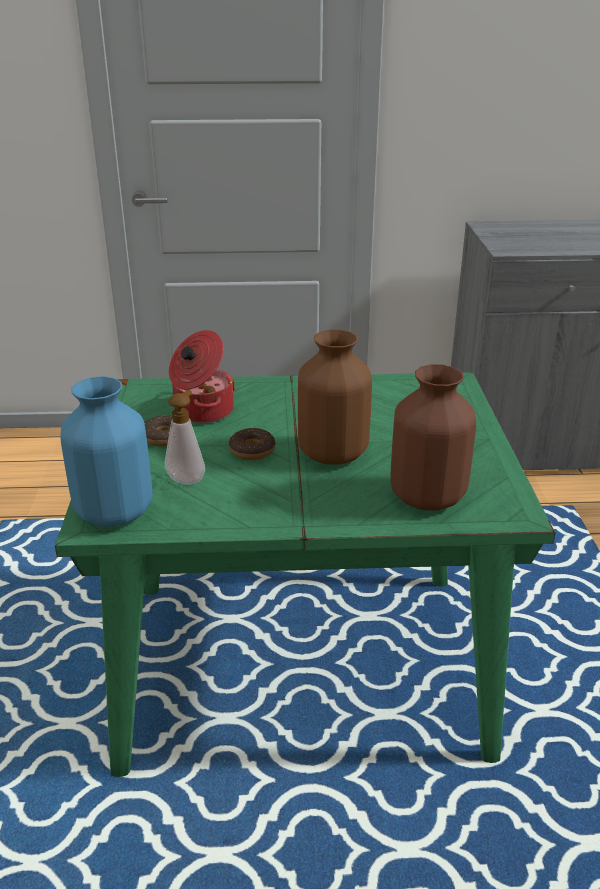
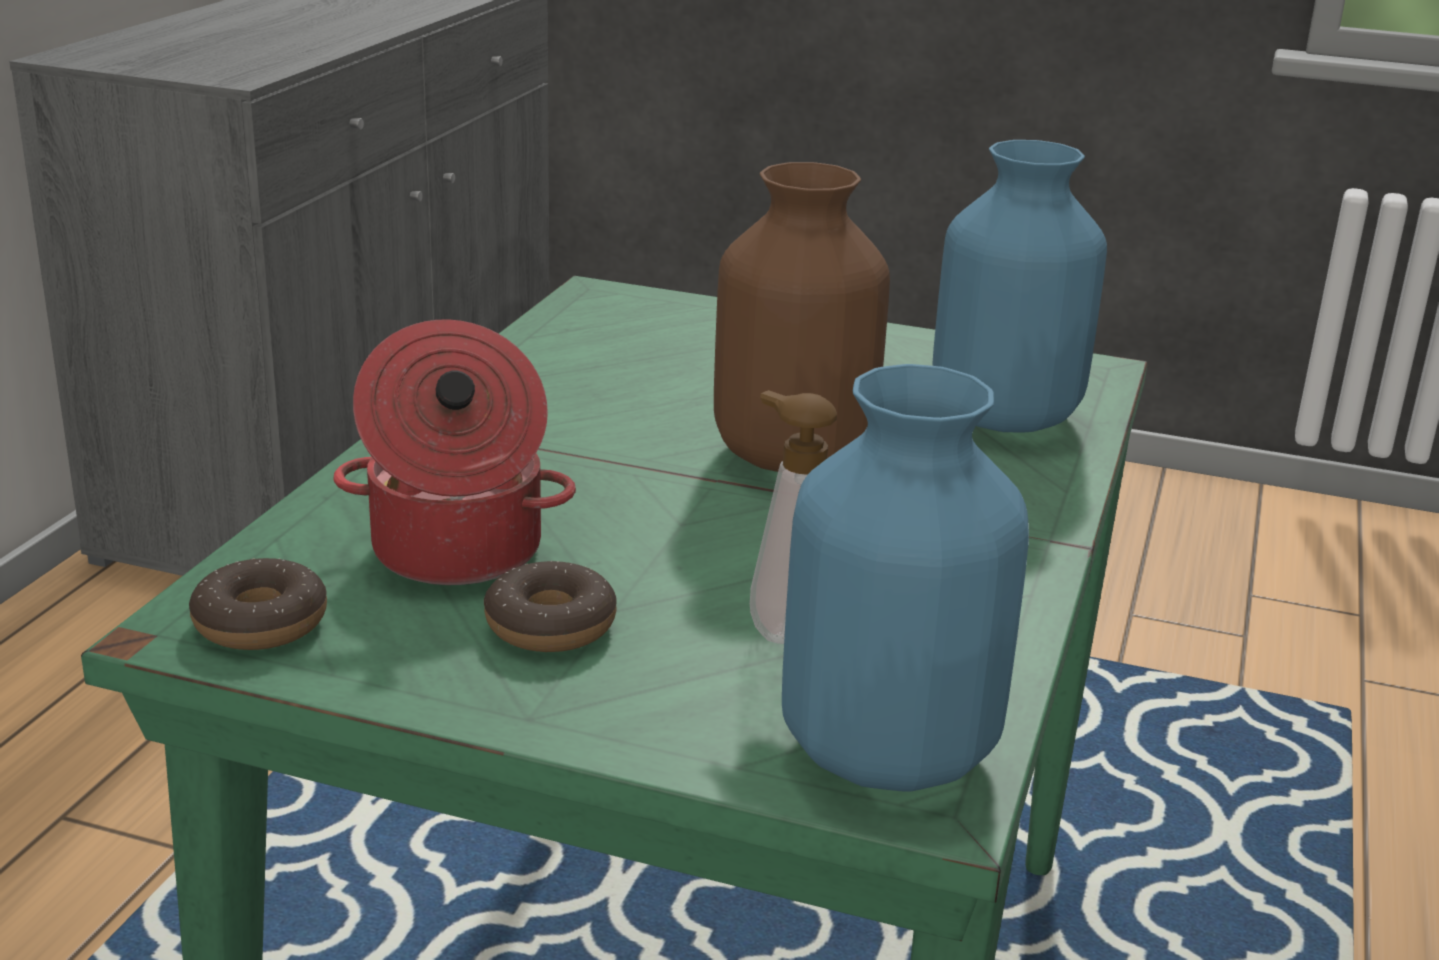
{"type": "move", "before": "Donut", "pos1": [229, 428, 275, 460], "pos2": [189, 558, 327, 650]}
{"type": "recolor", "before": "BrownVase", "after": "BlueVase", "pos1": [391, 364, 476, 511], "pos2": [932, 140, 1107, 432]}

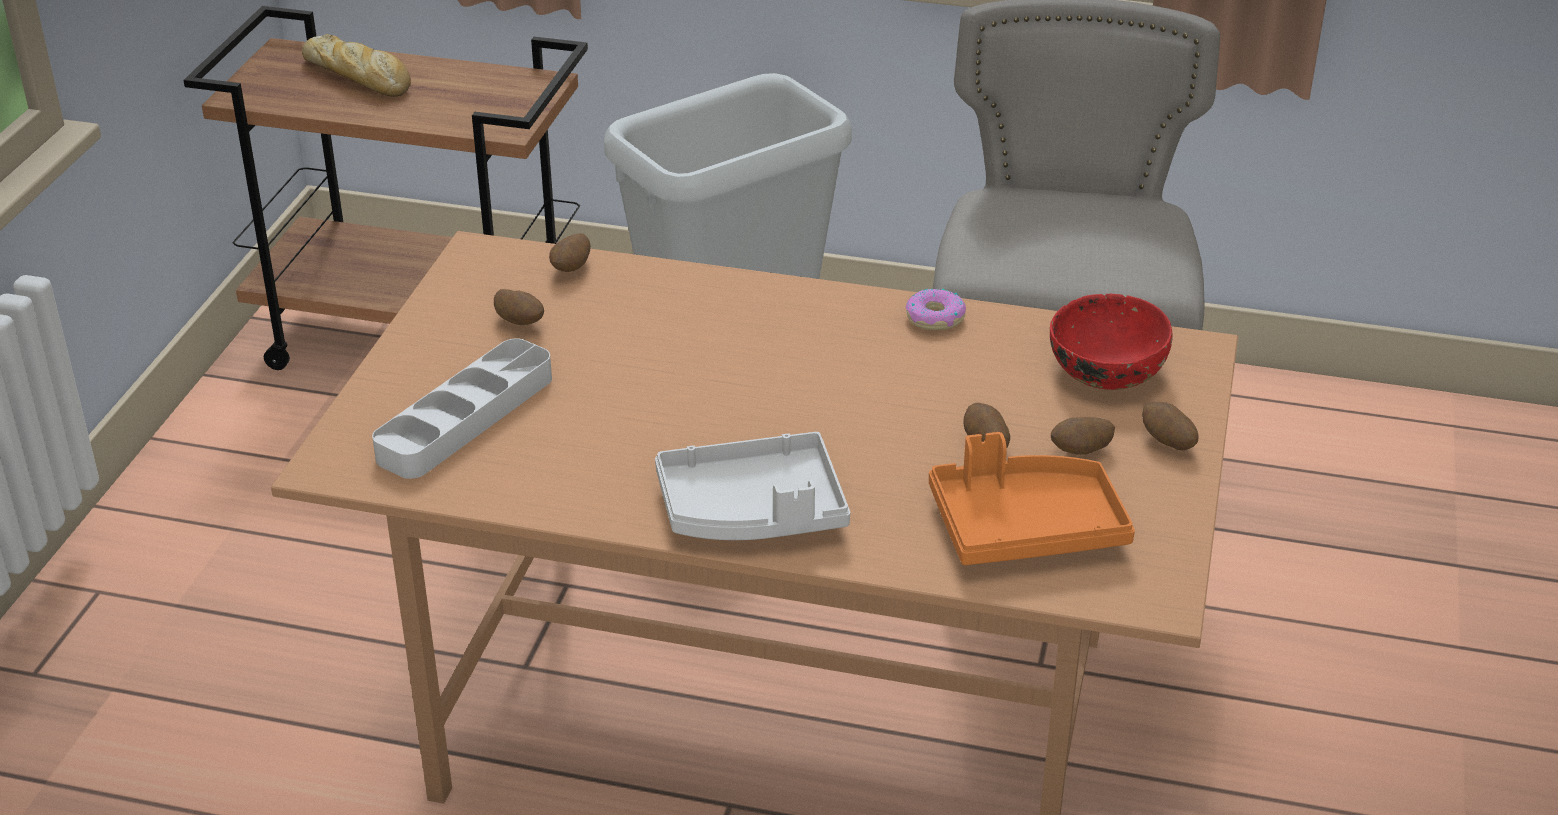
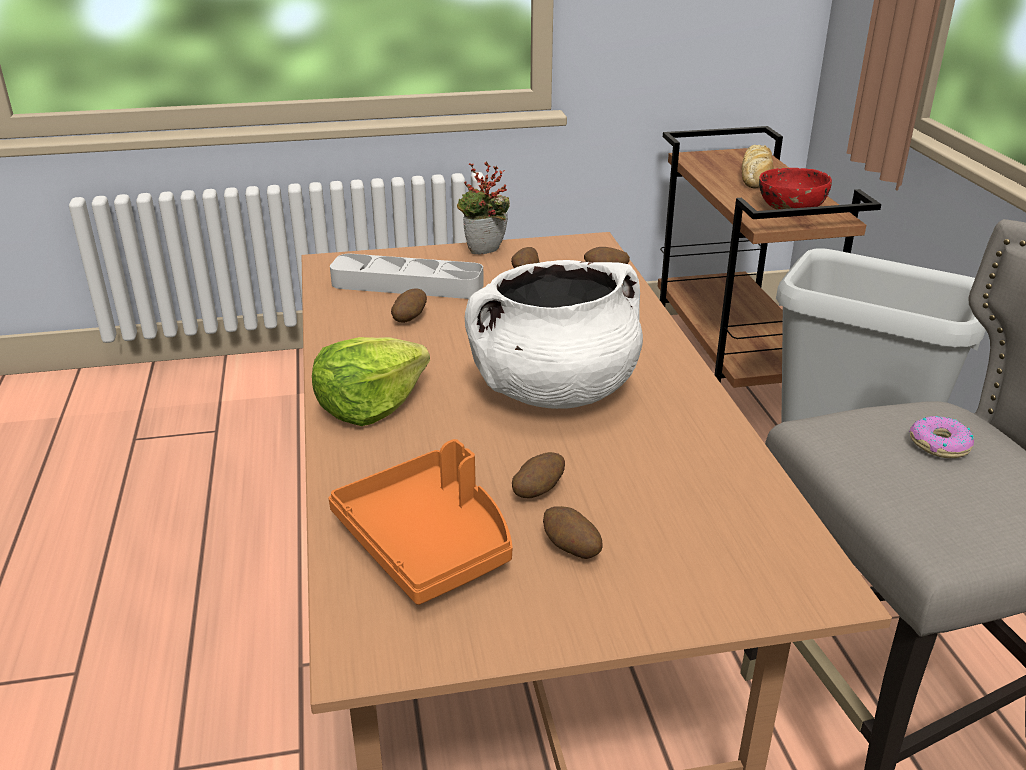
{"type": "replace", "before": "GreyTray", "after": "Lettuce", "pos1": [655, 432, 850, 540], "pos2": [312, 337, 430, 426]}
{"type": "move", "before": "Potato", "pos1": [1142, 402, 1199, 451], "pos2": [391, 288, 427, 323]}
{"type": "insert", "after": "PottedPlant", "pos2": [457, 161, 510, 254]}
{"type": "insert", "after": "WhiteCookingPot", "pos2": [465, 260, 643, 409]}
{"type": "move", "before": "RedBowl", "pos1": [1050, 294, 1173, 390], "pos2": [759, 168, 832, 210]}
{"type": "move", "before": "Donut", "pos1": [906, 289, 966, 330], "pos2": [909, 416, 974, 458]}

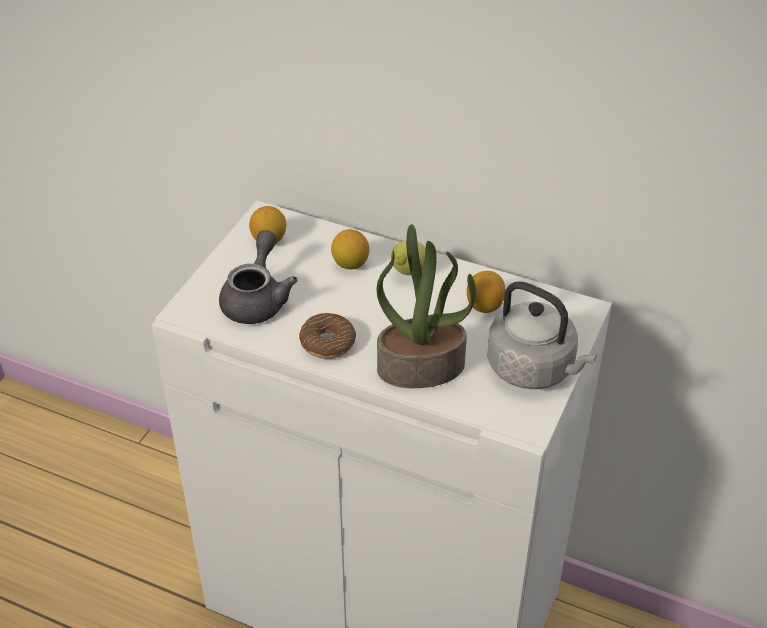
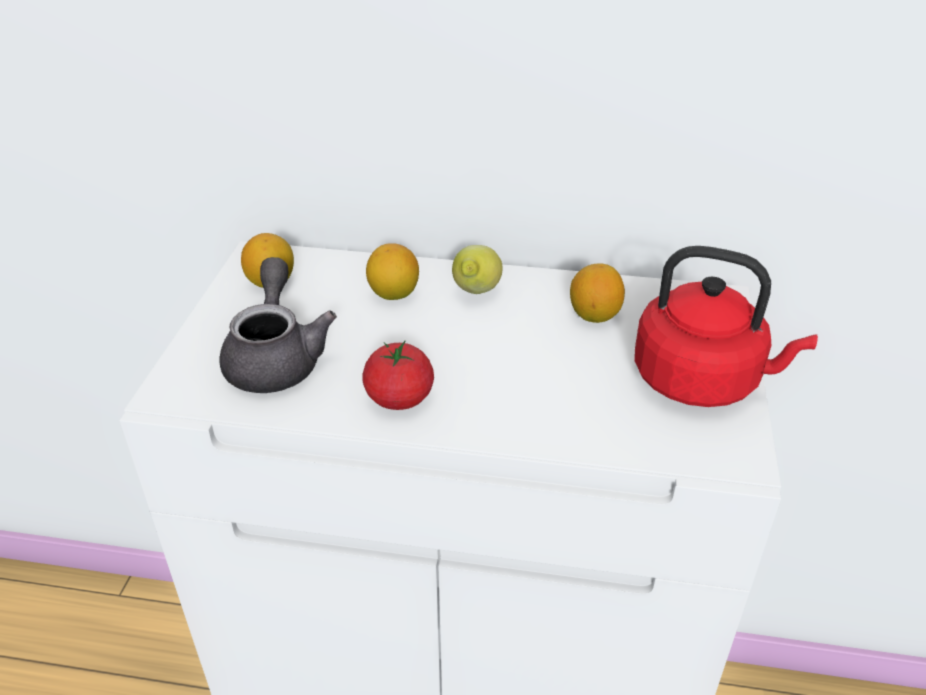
{"type": "replace", "before": "Donut", "after": "Tomato", "pos1": [299, 313, 356, 359], "pos2": [363, 340, 434, 410]}
{"type": "recolor", "before": "GreyKettle", "after": "RedKettle", "pos1": [487, 281, 597, 389], "pos2": [634, 246, 818, 407]}
{"type": "delete", "before": "PottedPlant", "pos1": [377, 224, 476, 388]}

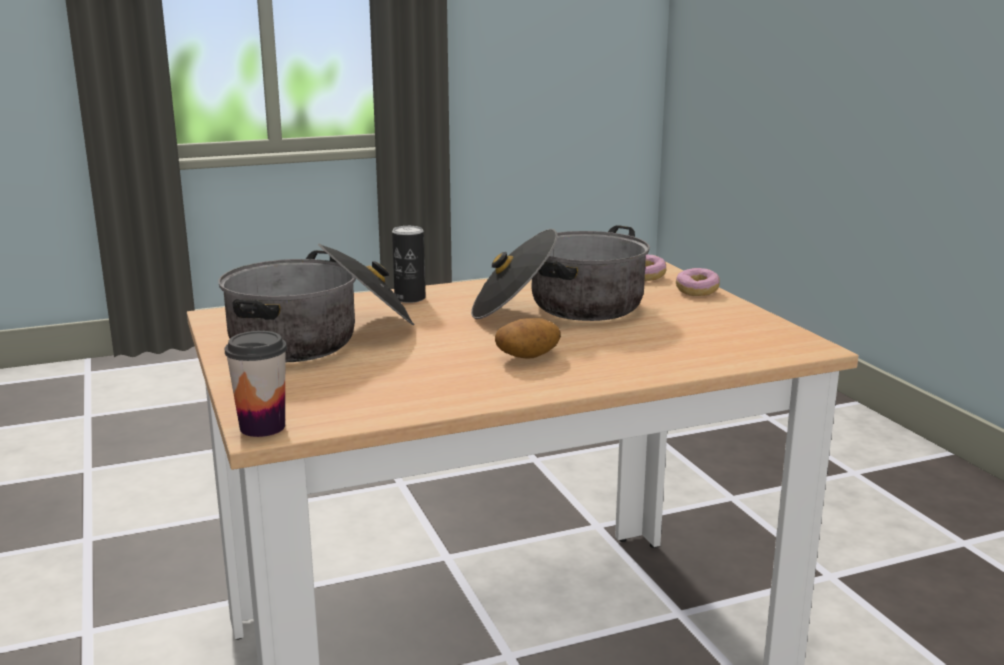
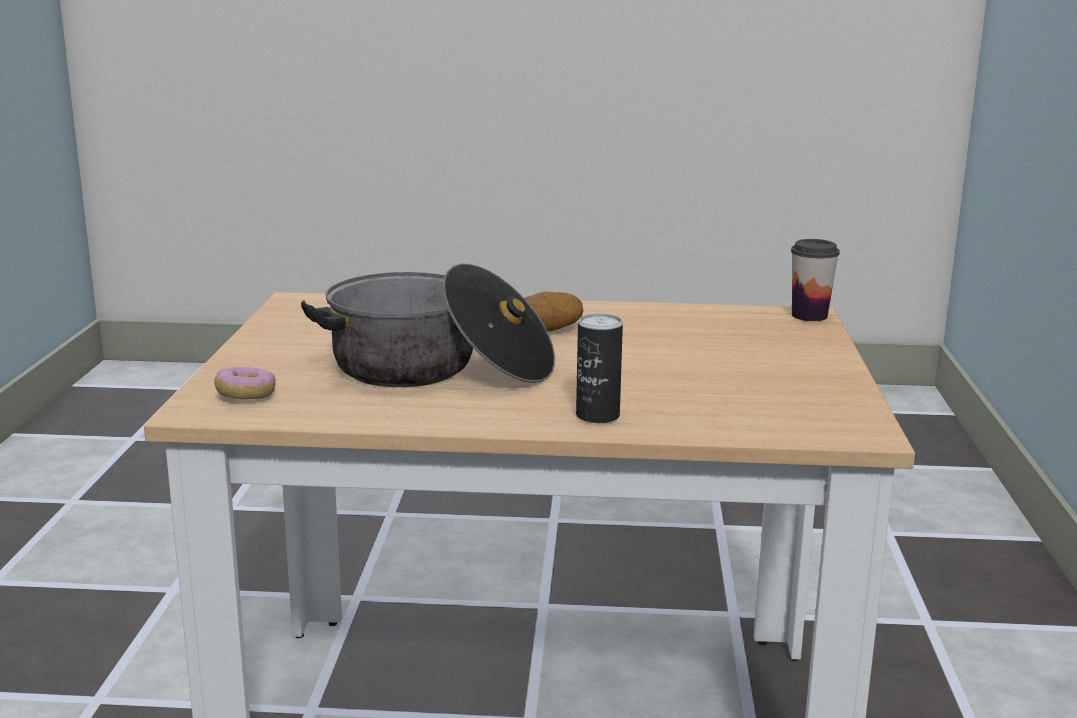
{"type": "delete", "before": "CookingPot", "pos1": [218, 243, 414, 362]}
{"type": "delete", "before": "Donut", "pos1": [676, 268, 720, 296]}

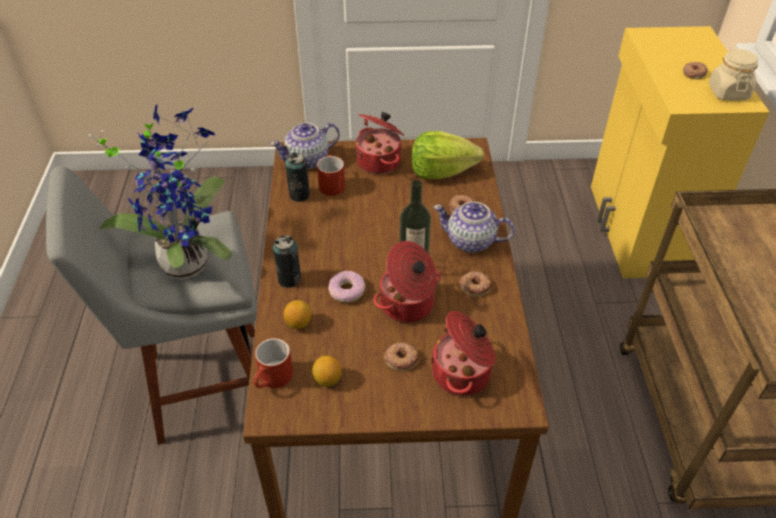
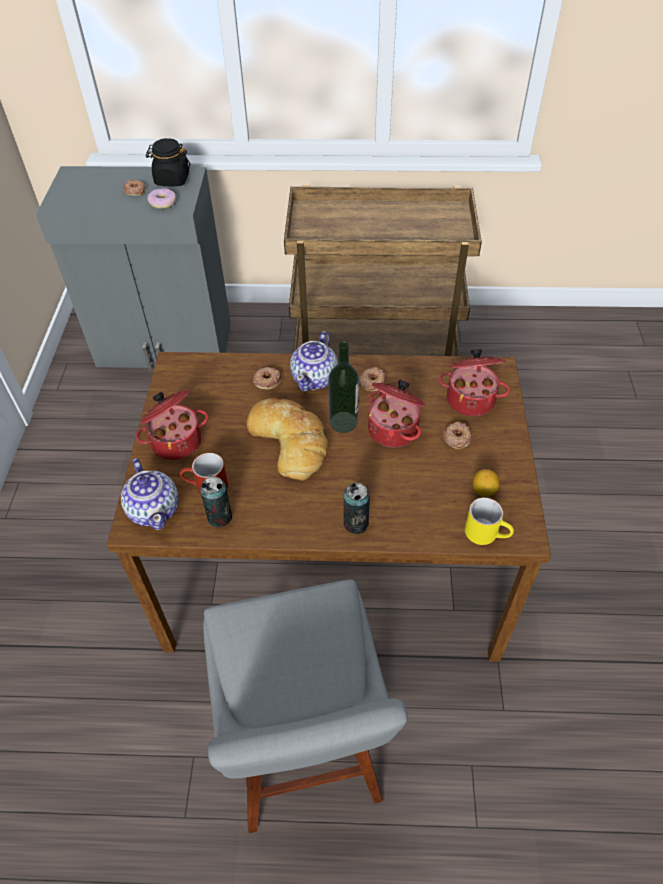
{"type": "recolor", "before": "YellowCabinet", "after": "GreyCabinet", "pos1": [591, 26, 769, 278], "pos2": [36, 166, 231, 370]}
{"type": "recolor", "before": "BeigeJar", "after": "BlackJar", "pos1": [709, 49, 758, 101], "pos2": [146, 138, 190, 186]}
{"type": "move", "before": "Donut", "pos1": [328, 271, 366, 303], "pos2": [147, 188, 177, 209]}
{"type": "insert", "after": "Bread", "pos2": [246, 398, 328, 481]}
{"type": "recolor", "before": "RedMug", "after": "YellowMug", "pos1": [254, 338, 293, 388], "pos2": [465, 497, 514, 545]}
{"type": "delete", "before": "PottedPlant", "pos1": [89, 104, 232, 279]}
{"type": "delete", "before": "Lemon", "pos1": [283, 300, 311, 329]}
{"type": "delete", "before": "Lettuce", "pos1": [411, 131, 484, 179]}

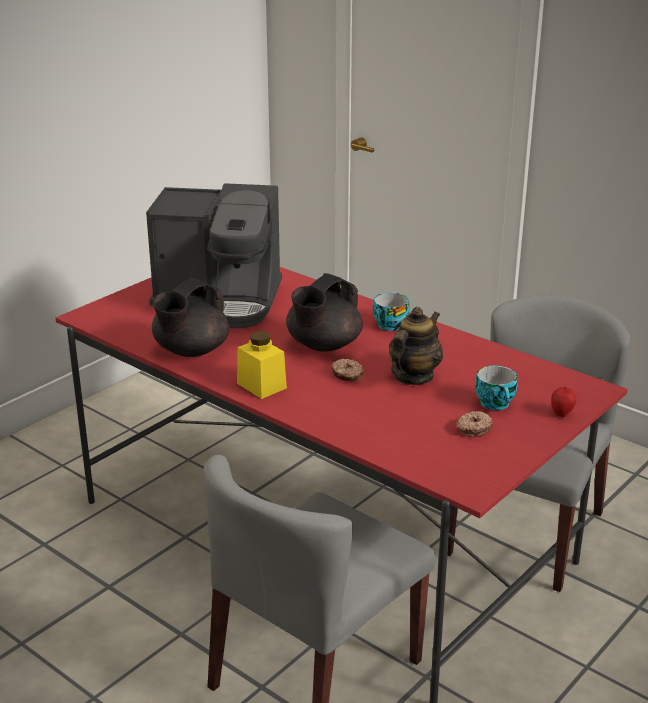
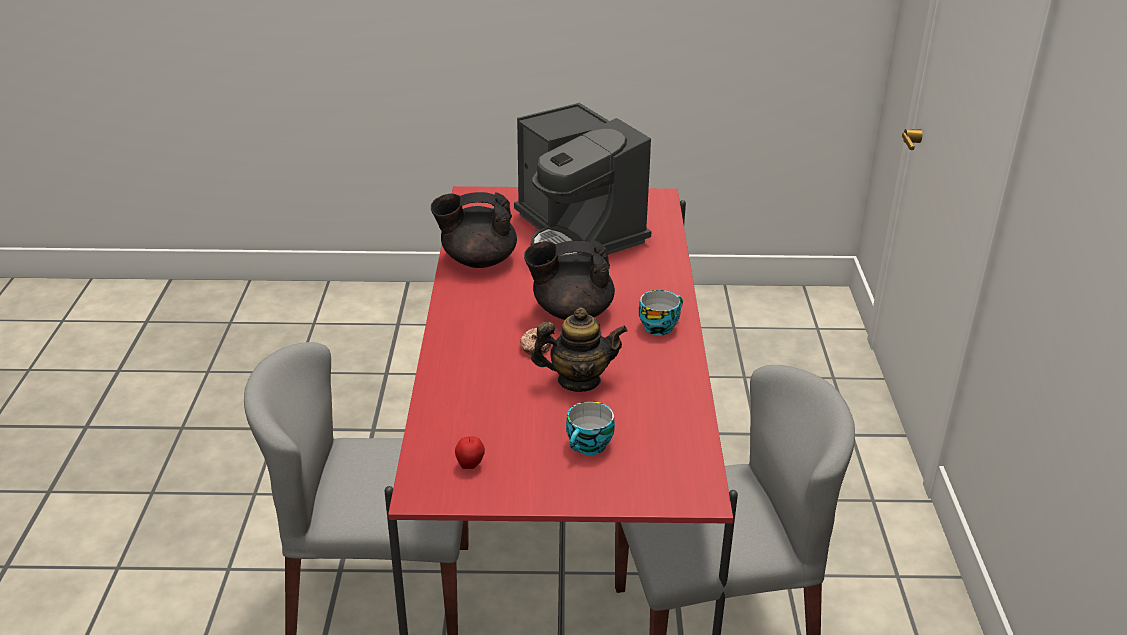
{"type": "move", "before": "Apple", "pos1": [551, 386, 576, 417], "pos2": [455, 436, 485, 469]}
{"type": "delete", "before": "YellowJar", "pos1": [237, 331, 287, 399]}
{"type": "delete", "before": "Donut", "pos1": [456, 411, 493, 438]}

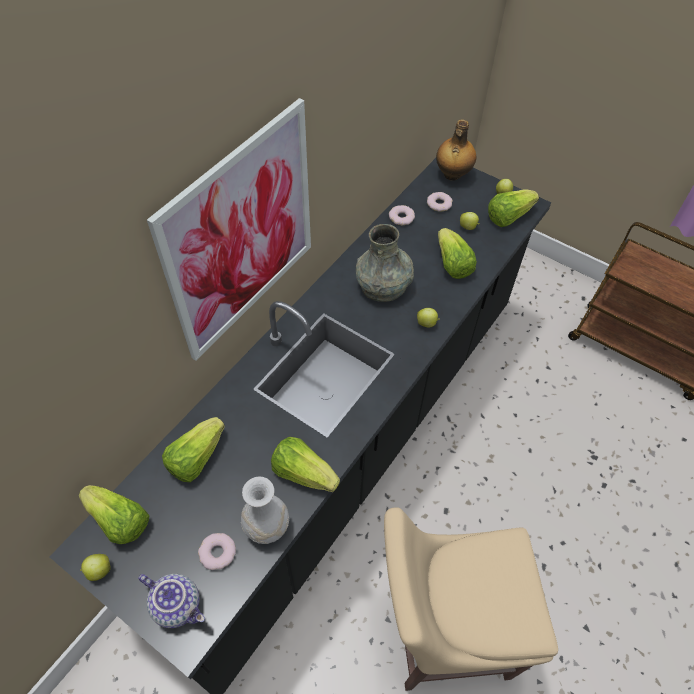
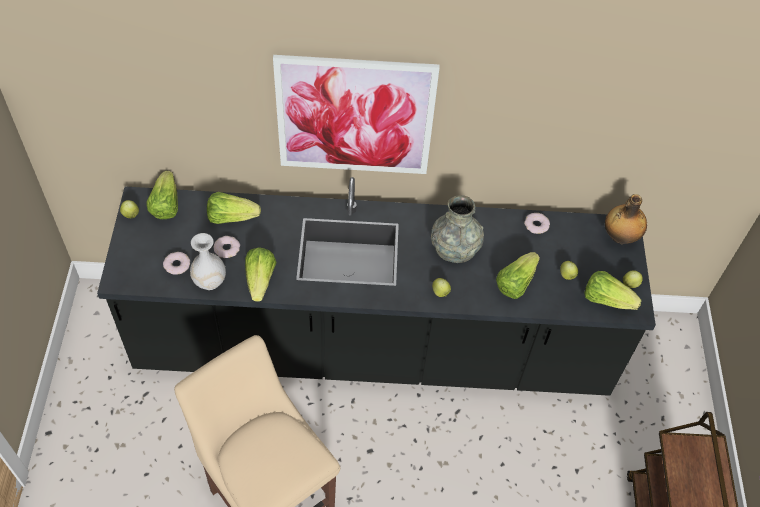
{"type": "move", "before": "Donut", "pos1": [427, 192, 453, 212], "pos2": [214, 236, 240, 258]}
{"type": "delete", "before": "Teapot", "pos1": [138, 574, 205, 628]}

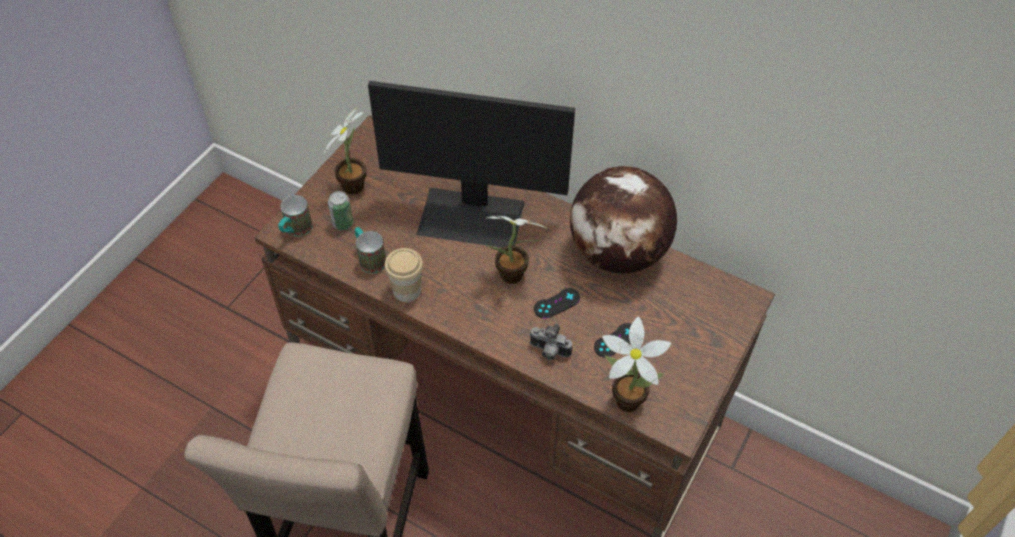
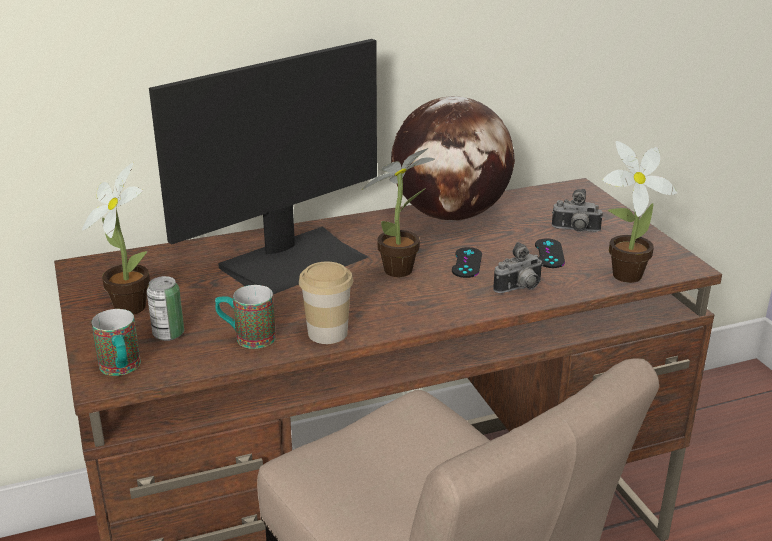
{"type": "insert", "after": "PhotoCamera", "pos2": [552, 189, 603, 232]}

